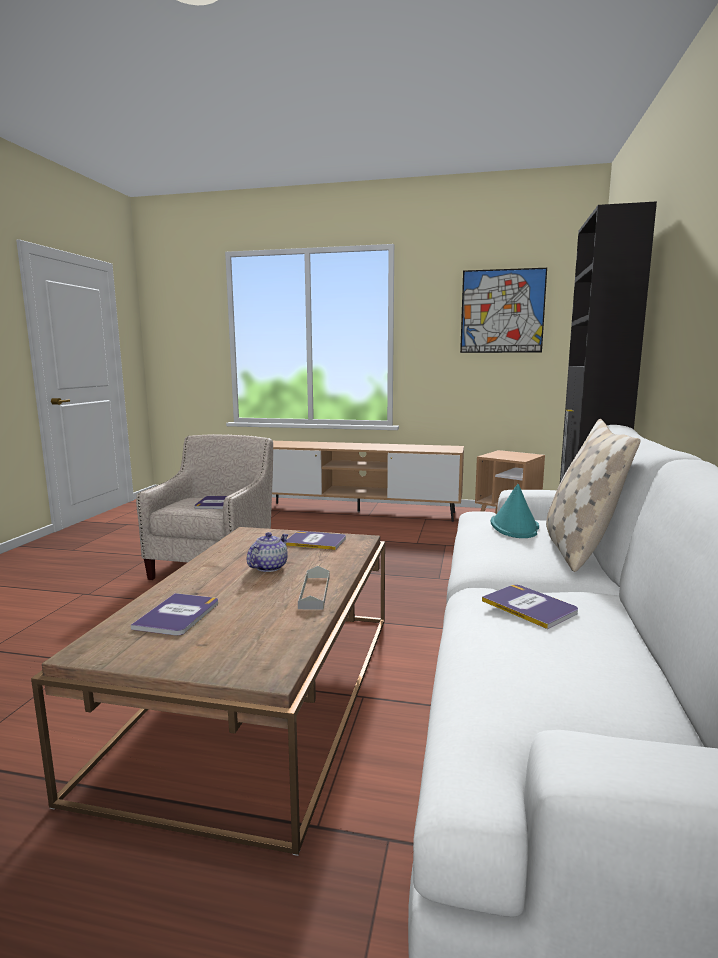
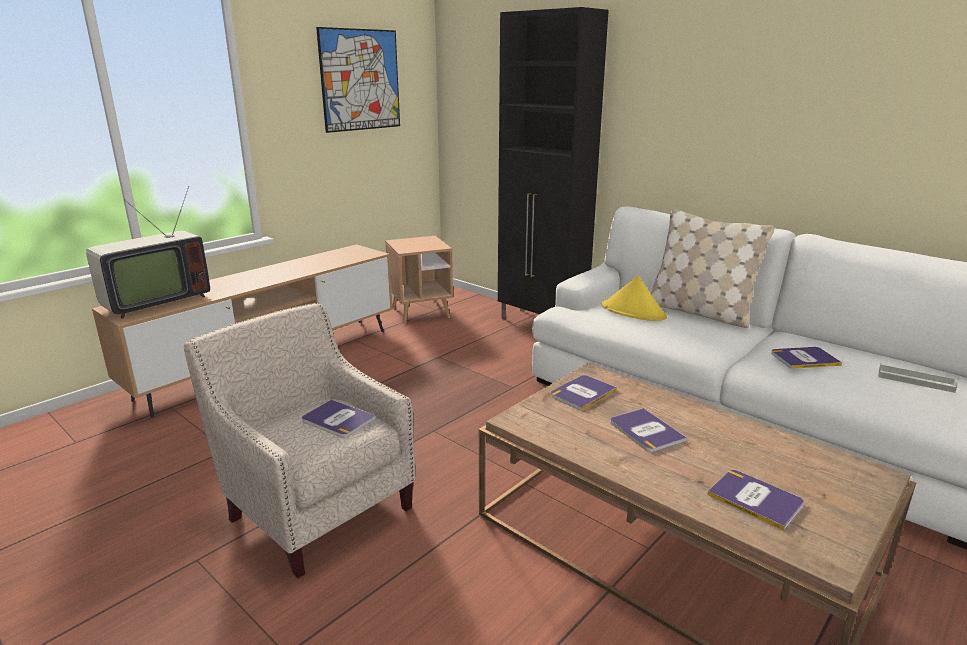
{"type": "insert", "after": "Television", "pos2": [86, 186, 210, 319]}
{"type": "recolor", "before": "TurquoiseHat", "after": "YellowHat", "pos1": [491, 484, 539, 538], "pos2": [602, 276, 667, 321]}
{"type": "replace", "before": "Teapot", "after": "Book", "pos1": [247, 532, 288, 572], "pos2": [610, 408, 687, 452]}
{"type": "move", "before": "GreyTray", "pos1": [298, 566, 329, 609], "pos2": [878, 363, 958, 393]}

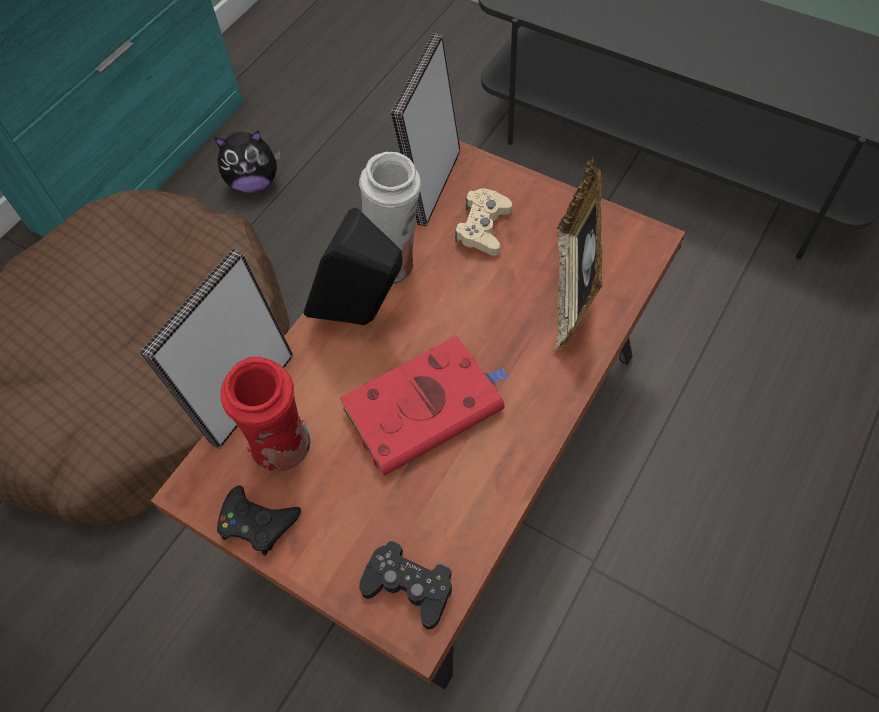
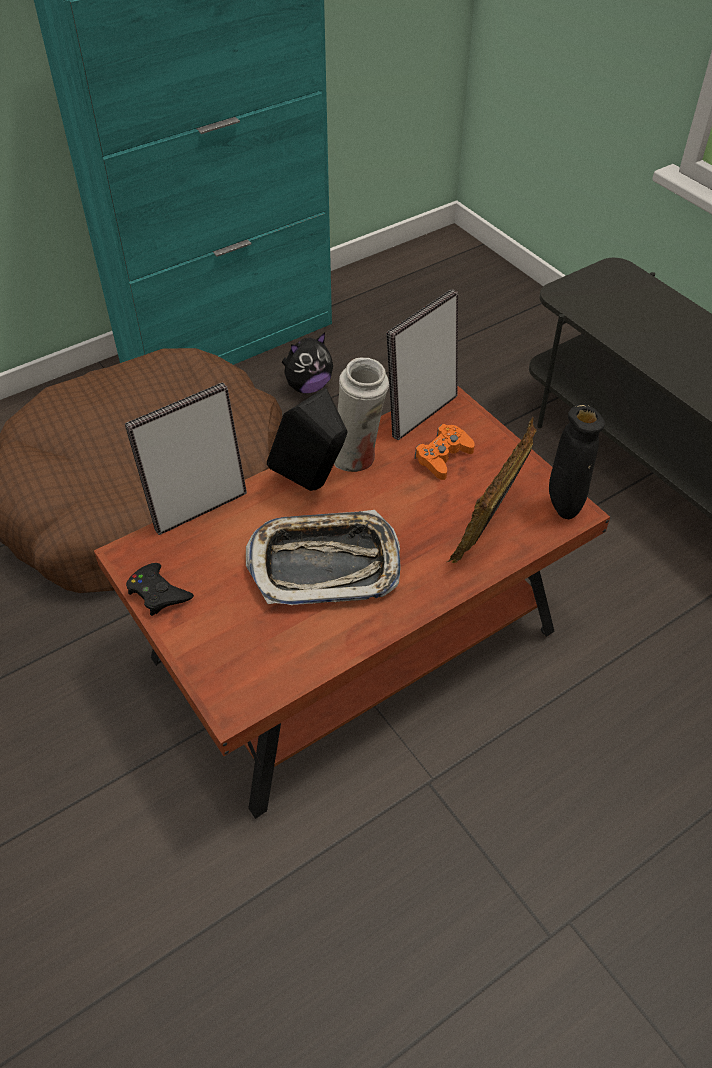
{"type": "replace", "before": "RedBook", "after": "Tray", "pos1": [340, 336, 510, 476], "pos2": [246, 510, 401, 605]}
{"type": "rotate", "before": "PlushToy", "pos1": [214, 130, 281, 193], "pos2": [282, 333, 333, 393], "turn": -45}
{"type": "recolor", "before": "BeigeGameController", "after": "OrangeGameController", "pos1": [455, 188, 512, 256], "pos2": [415, 424, 475, 480]}
{"type": "insert", "after": "BlackVase", "pos2": [549, 404, 605, 519]}
{"type": "delete", "before": "RedVase", "pos1": [221, 356, 311, 471]}
{"type": "delete", "before": "BlackGameController", "pos1": [359, 540, 452, 630]}

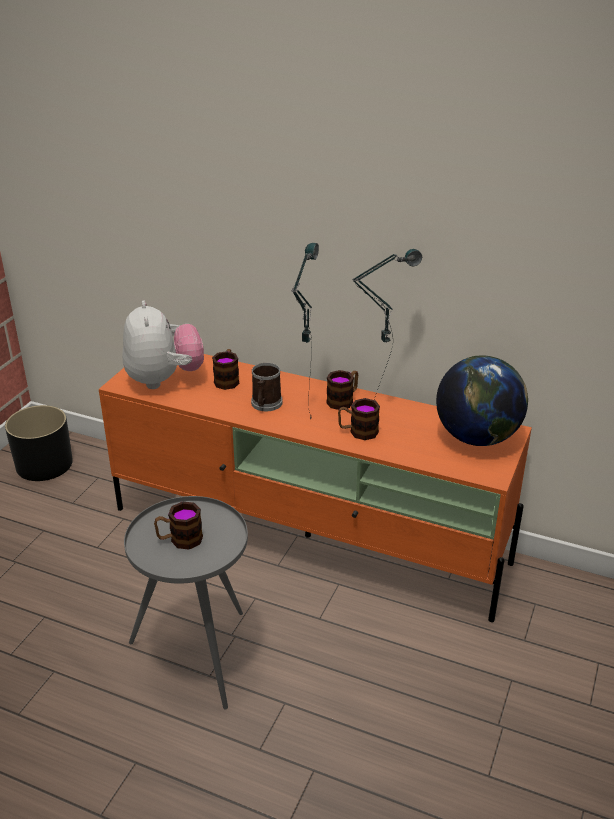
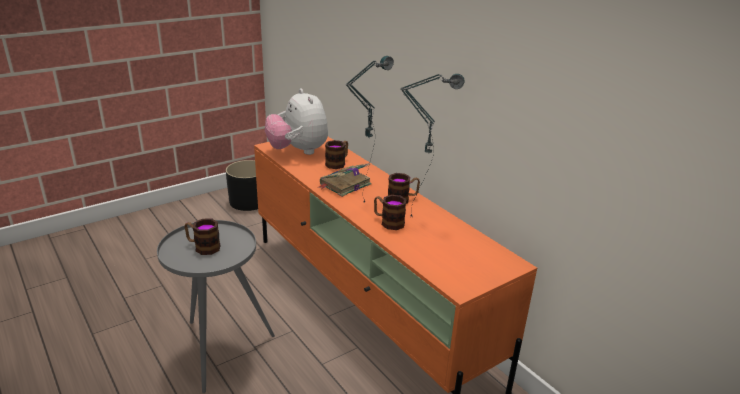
{"type": "rotate", "before": "PlushToy", "pos1": [123, 300, 204, 389], "pos2": [265, 88, 328, 155], "turn": 135}
{"type": "replace", "before": "Mug", "after": "Book", "pos1": [251, 363, 283, 411], "pos2": [319, 163, 371, 197]}
{"type": "delete", "before": "Globe", "pos1": [436, 356, 528, 446]}

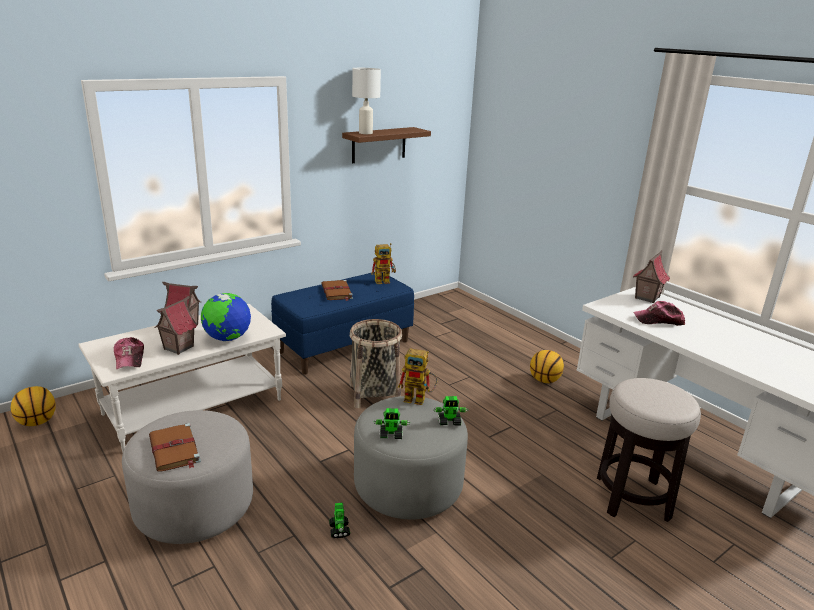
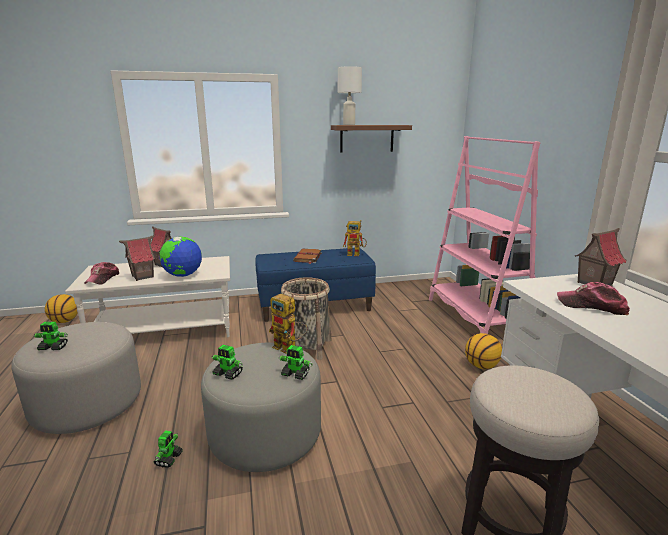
{"type": "replace", "before": "BrownBook", "after": "ToyRobot", "pos1": [149, 423, 201, 472], "pos2": [34, 322, 68, 350]}
{"type": "insert", "after": "PinkBookcase", "pos2": [429, 136, 540, 334]}

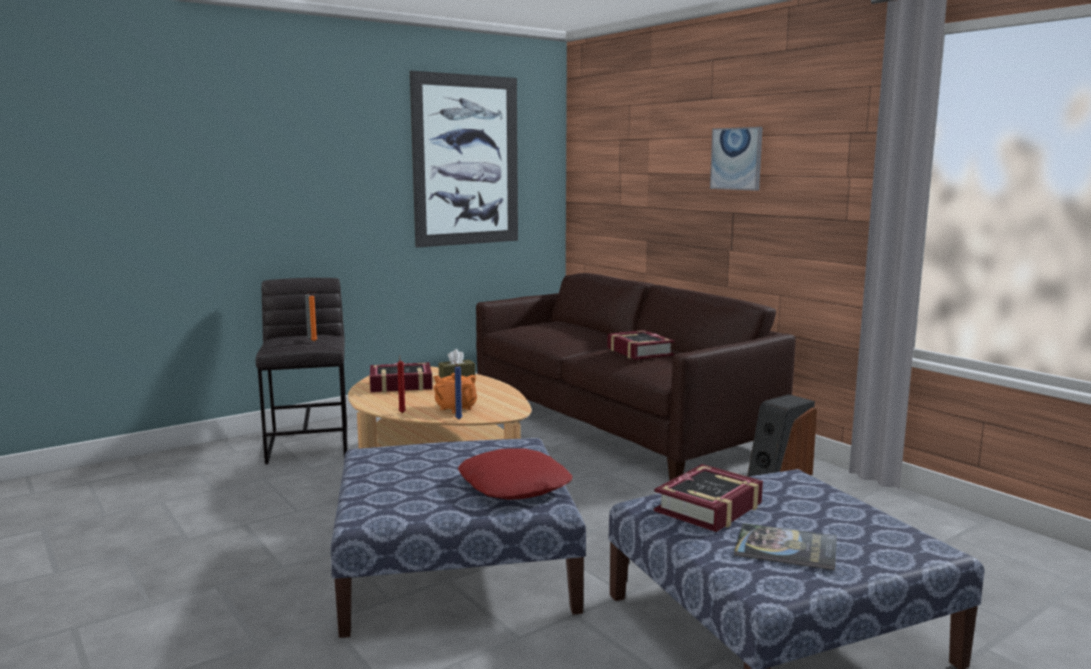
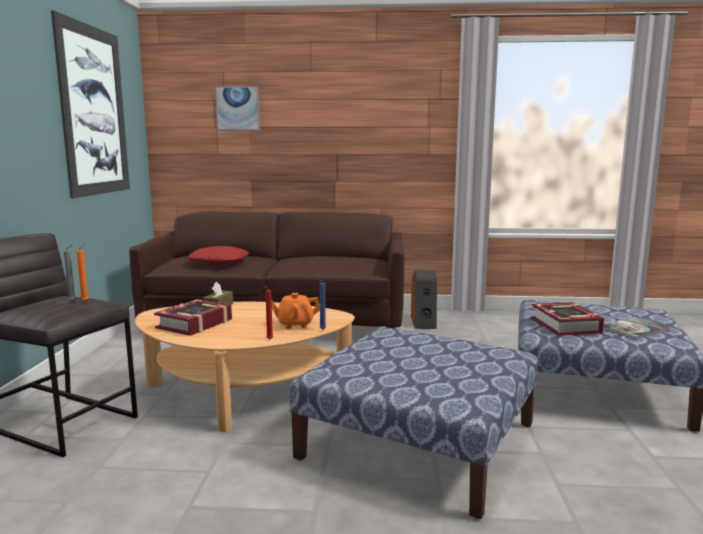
{"type": "move", "before": "RedPillow", "pos1": [458, 448, 572, 500], "pos2": [188, 246, 249, 264]}
{"type": "move", "before": "Picture", "pos1": [710, 127, 763, 191], "pos2": [215, 86, 260, 131]}
{"type": "delete", "before": "Book", "pos1": [607, 330, 675, 360]}

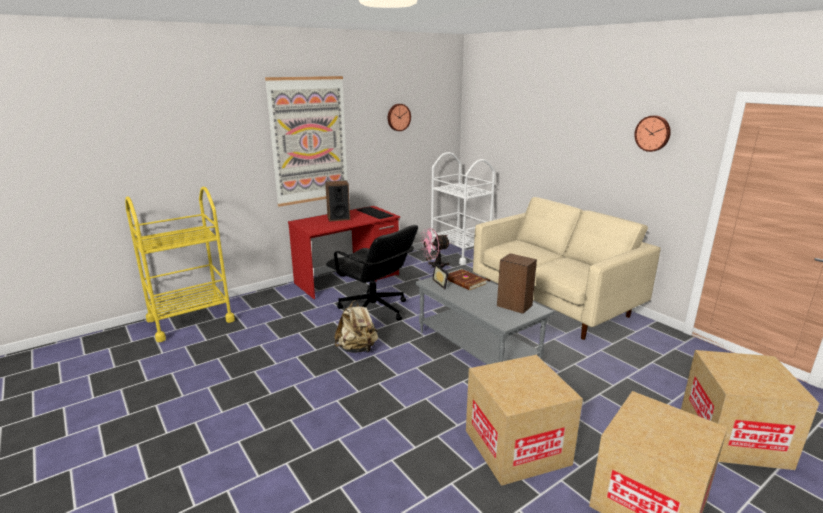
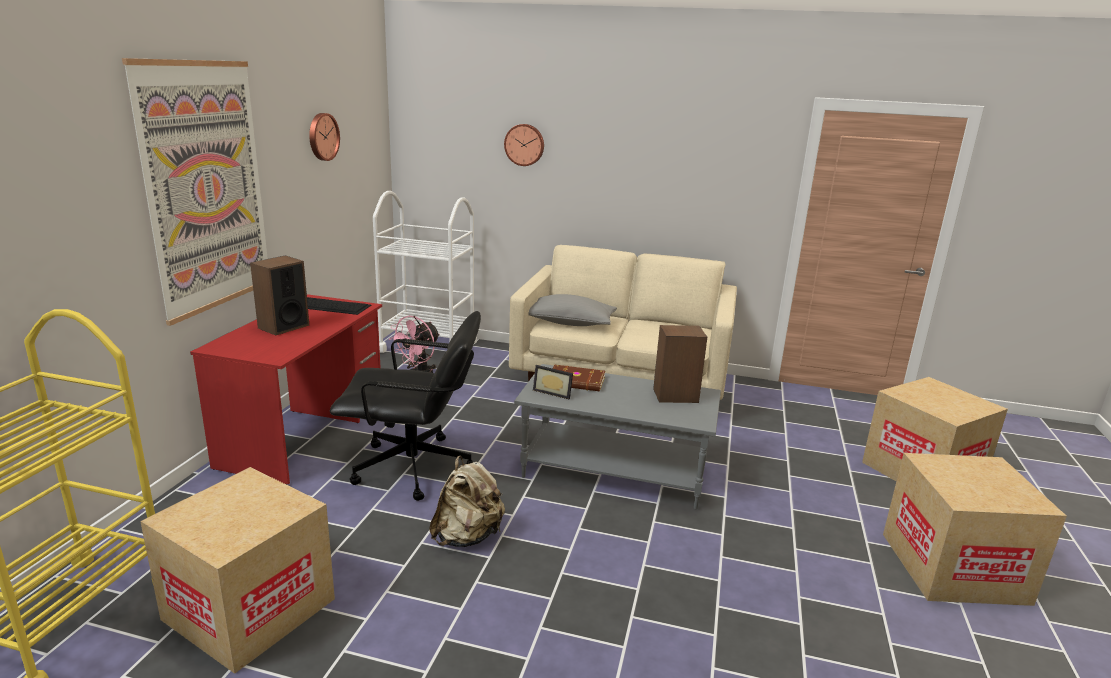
{"type": "move", "before": "CardboardBox", "pos1": [466, 355, 583, 486], "pos2": [140, 467, 335, 674]}
{"type": "move", "before": "WallClock", "pos1": [634, 115, 671, 152], "pos2": [504, 124, 544, 166]}
{"type": "insert", "after": "GreyPillow", "pos2": [528, 294, 617, 326]}

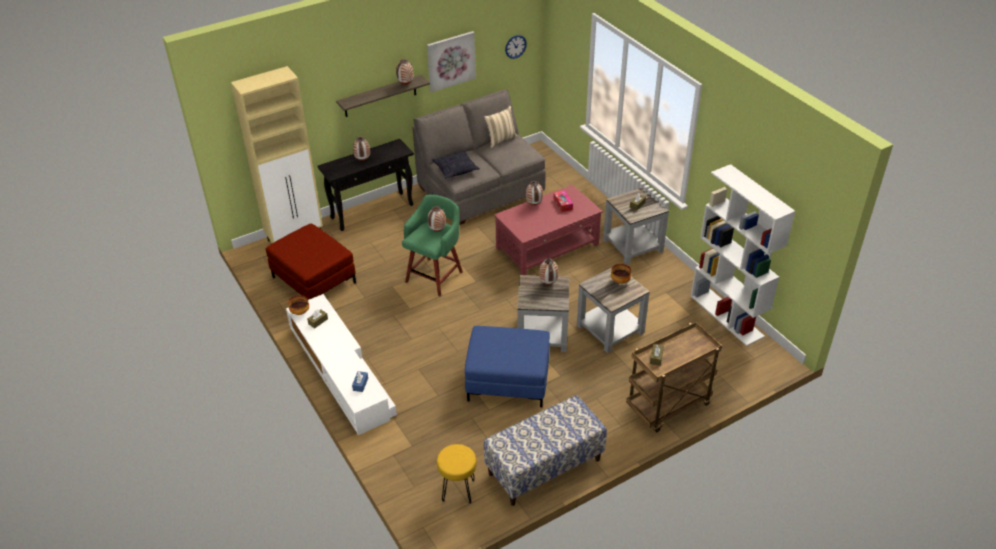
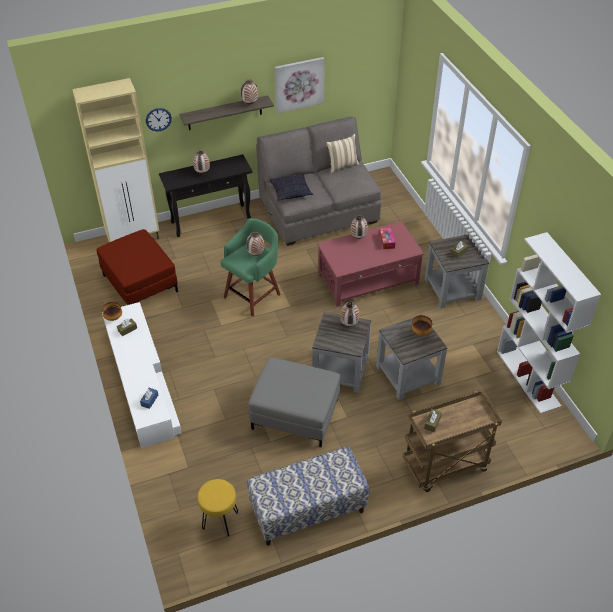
{"type": "move", "before": "WallClock", "pos1": [505, 35, 527, 59], "pos2": [146, 108, 172, 131]}
{"type": "recolor", "before": "BlueOttoman", "after": "GreyOttoman", "pos1": [465, 326, 550, 407], "pos2": [249, 357, 340, 447]}

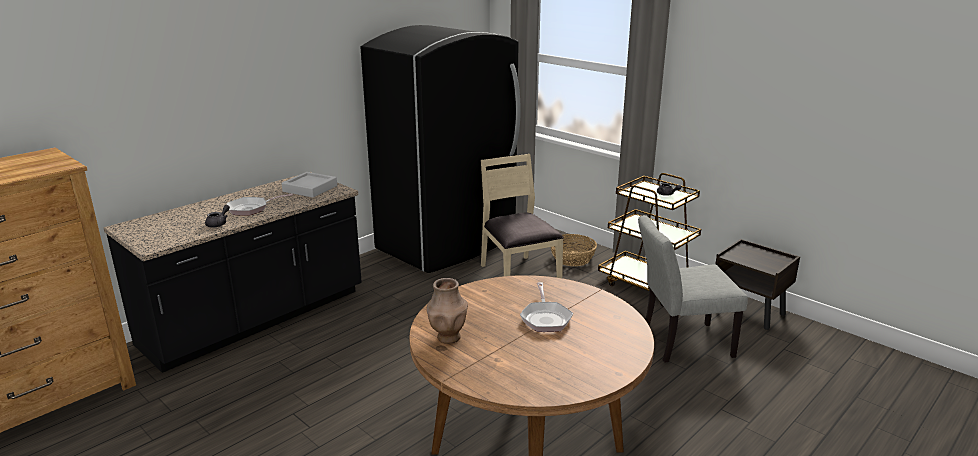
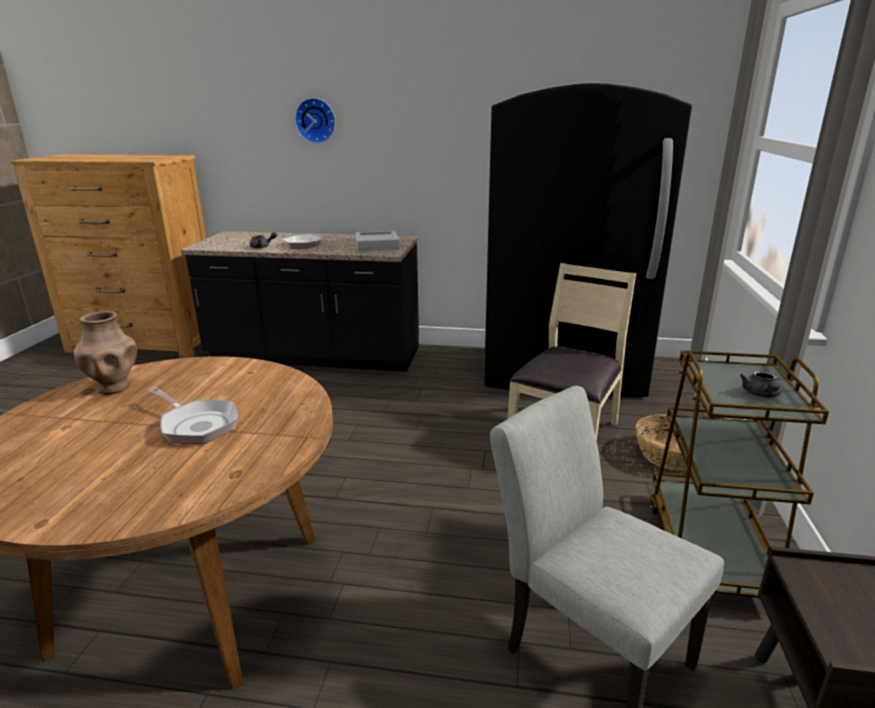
{"type": "rotate", "before": "FryingPan", "pos1": [520, 282, 573, 332], "pos2": [147, 387, 238, 444], "turn": -105}
{"type": "insert", "after": "WallClock", "pos2": [294, 98, 336, 144]}

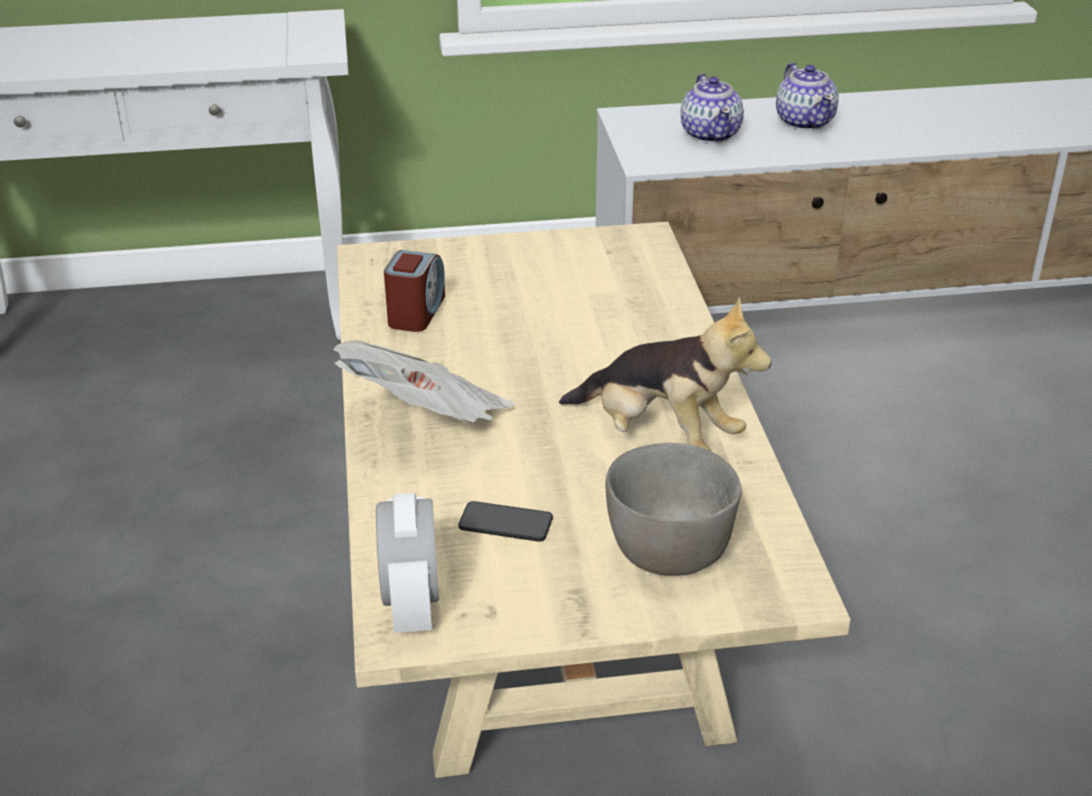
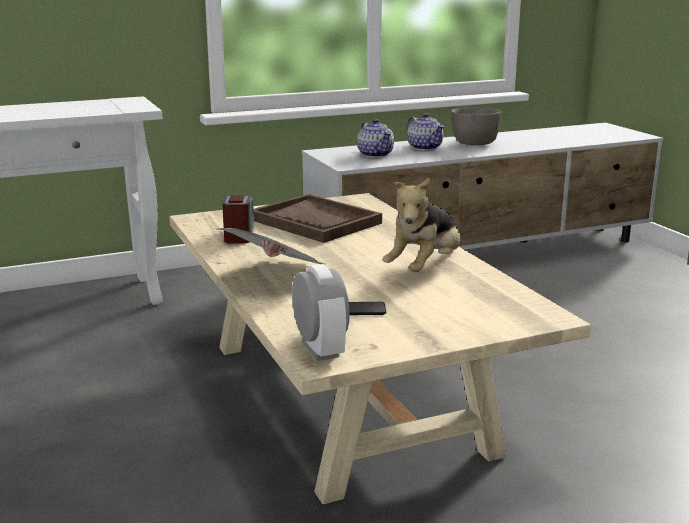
{"type": "insert", "after": "BrownTray", "pos2": [254, 194, 382, 243]}
{"type": "rotate", "before": "PlushToy", "pos1": [559, 297, 772, 451], "pos2": [382, 178, 461, 272], "turn": 105}
{"type": "move", "before": "GreyBowl", "pos1": [606, 443, 742, 576], "pos2": [451, 107, 502, 145]}

